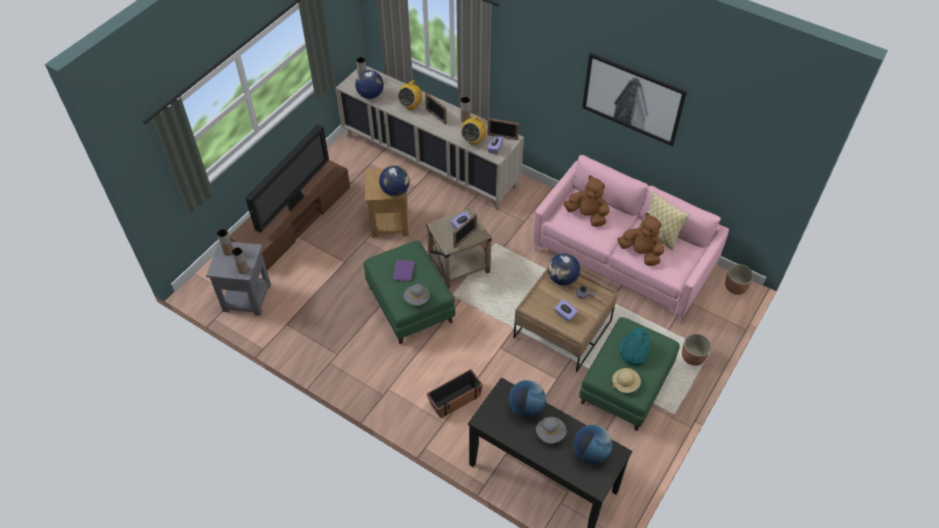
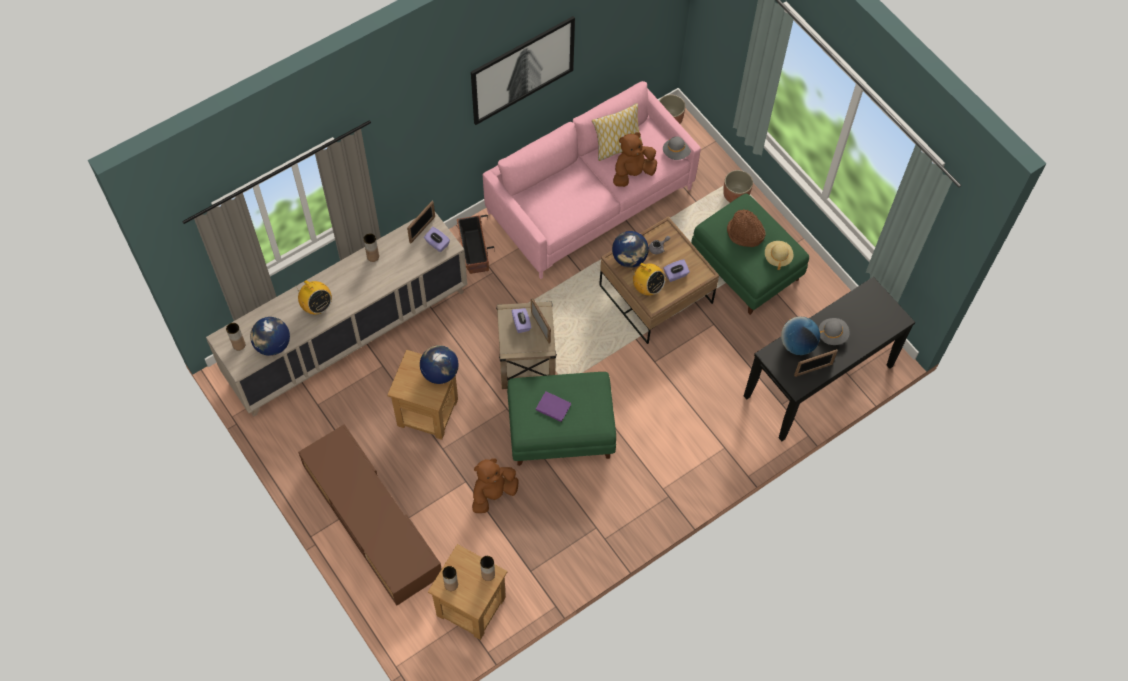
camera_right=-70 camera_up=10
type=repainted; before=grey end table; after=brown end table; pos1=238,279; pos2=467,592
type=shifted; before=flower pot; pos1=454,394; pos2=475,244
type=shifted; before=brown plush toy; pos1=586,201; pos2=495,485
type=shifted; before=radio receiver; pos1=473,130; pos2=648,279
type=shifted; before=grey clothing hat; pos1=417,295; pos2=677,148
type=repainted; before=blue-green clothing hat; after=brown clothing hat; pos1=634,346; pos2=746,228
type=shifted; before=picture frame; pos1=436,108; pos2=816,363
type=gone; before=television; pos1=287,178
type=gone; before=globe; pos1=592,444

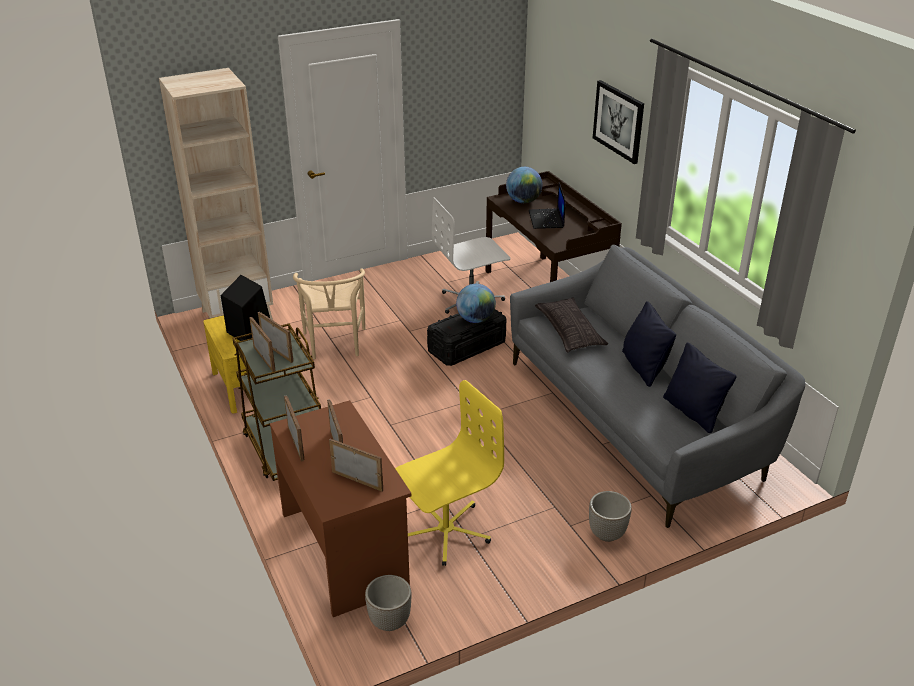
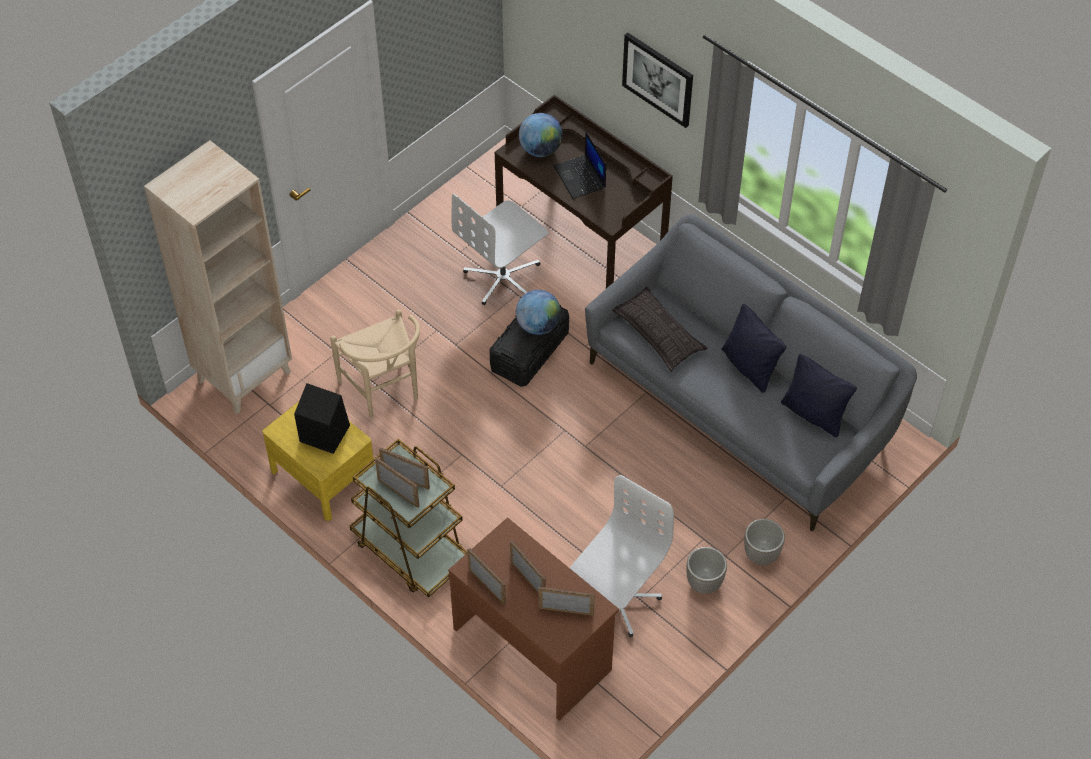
camera_right=-20 camera_up=20
type=repainted; before=yellow desk chair; after=white-coloured desk chair; pos1=449,473; pos2=622,556
type=shifted; before=flower pot; pos1=388,603; pos2=707,570

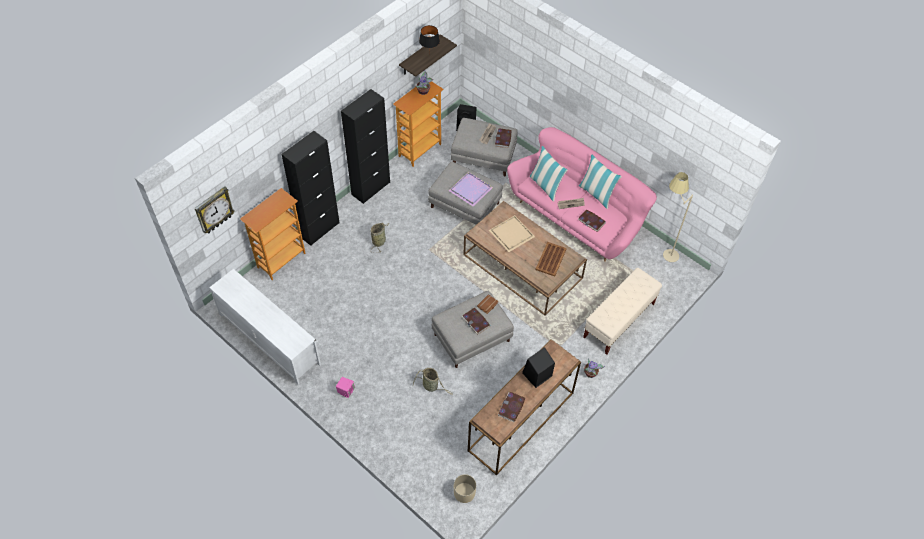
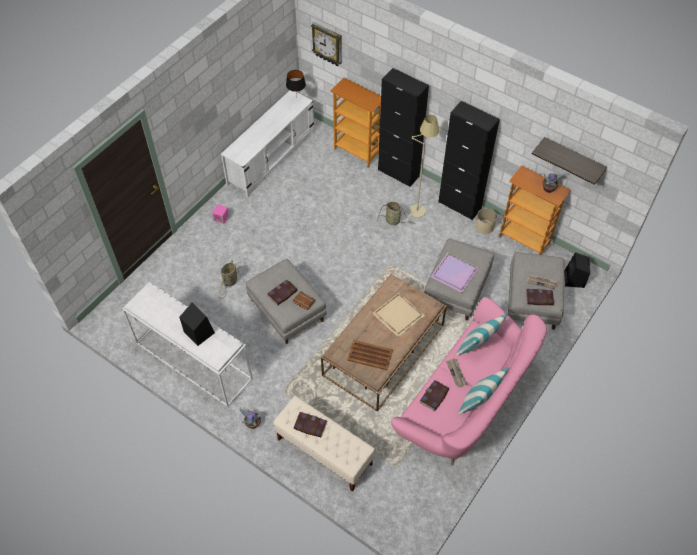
camera_right=85 camera_up=0
type=repainted; before=brown hall table; after=white-coloured hall table; pos1=524,407; pos2=187,344
type=shifted; before=black tabletop lamp; pos1=429,38; pos2=296,83
type=shifted; before=bound book; pos1=511,407; pos2=310,424
type=shifted; before=beige standard lamp; pos1=678,217; pos2=424,166
type=shifted; before=beige flower pot; pos1=465,488; pos2=486,221

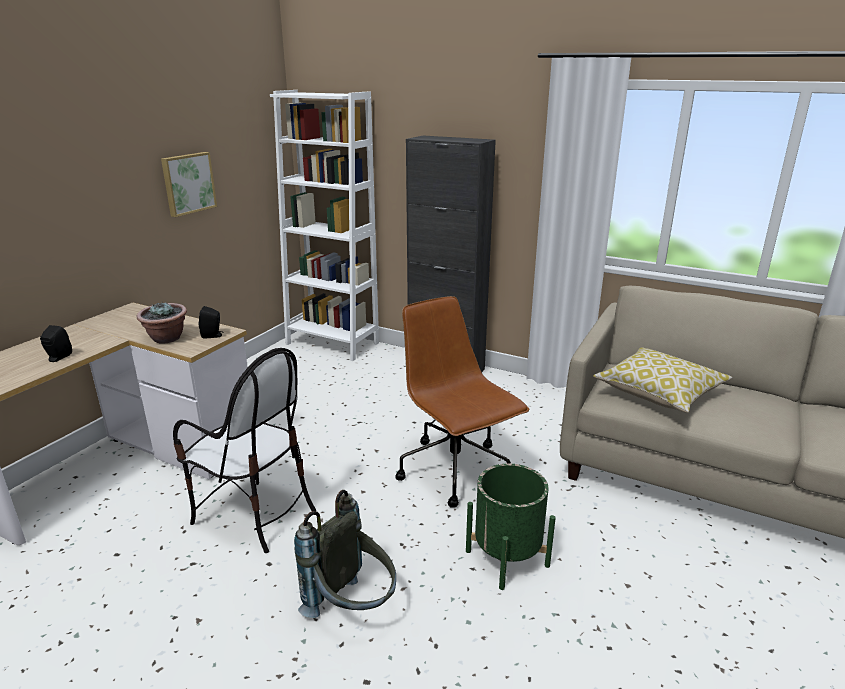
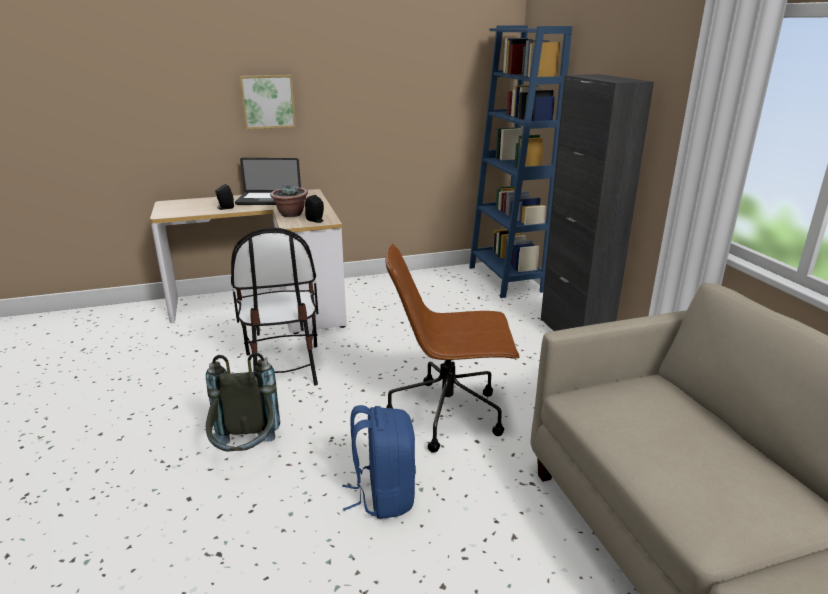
camera_right=45 camera_up=0
type=new; after=portable computer; pos2=268,181
type=shifted; before=wall picture; pos1=189,184; pos2=268,102
type=swapped; before=greenish flower pot; after=blue knapsack; pos1=511,527; pos2=379,462
type=rotated; before=brown desk chair; pos1=462,402; pos2=452,348; turn=-105
type=repainted; before=white-coloured shelving unit; after=blue shelving unit; pos1=324,225; pos2=520,162
type=gone; before=pillow; pos1=662,380

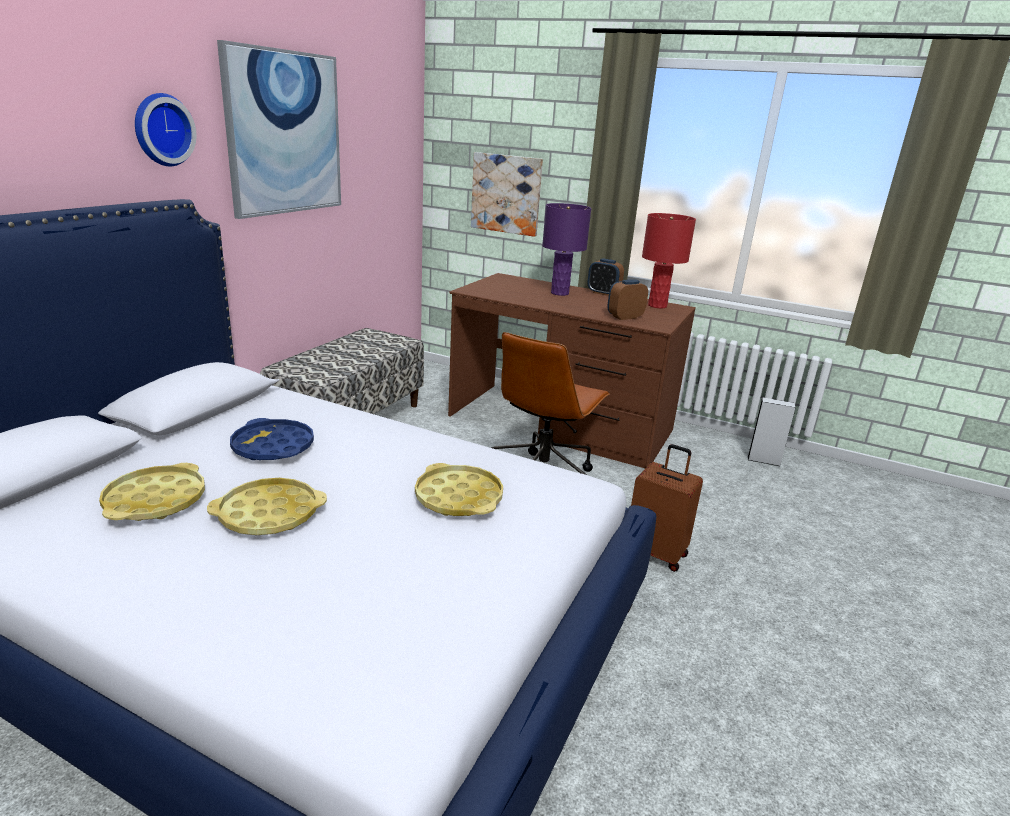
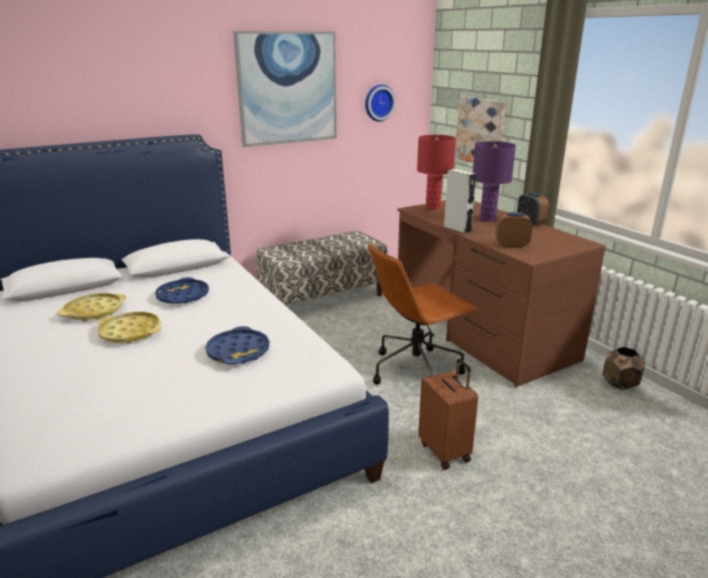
camera_right=35 camera_up=0
type=repainted; before=yellow tray; after=blue tray; pos1=459,489; pos2=237,345
type=shifted; before=clock on the wall; pos1=166,129; pos2=380,103
type=shifted; before=reddish tabletop lamp; pos1=669,260; pos2=436,172
type=shifted; before=grey loudspeaker; pos1=771,432; pos2=460,201
type=new; after=brown flower pot; pos2=623,368

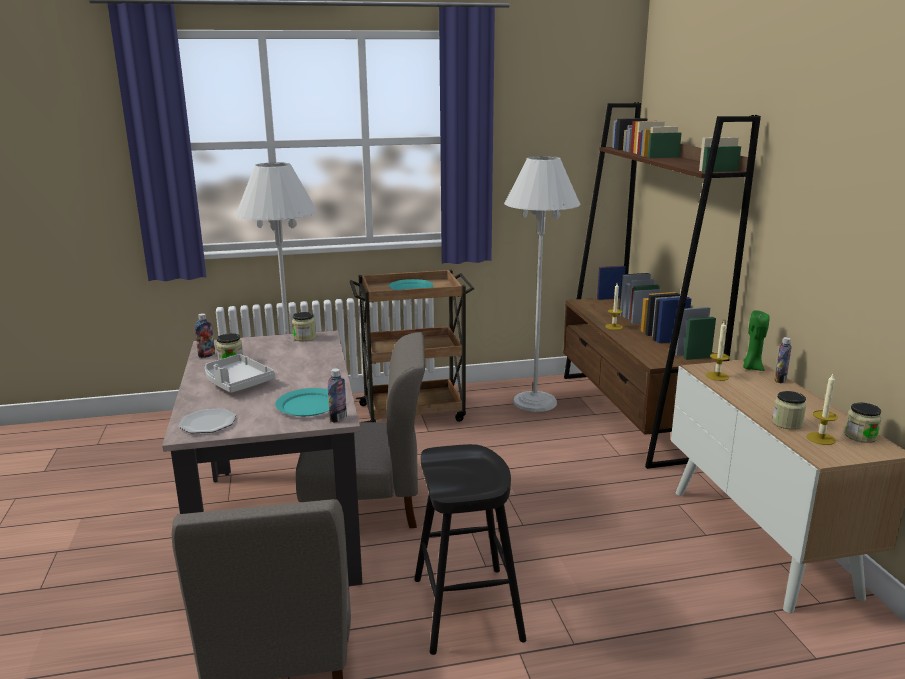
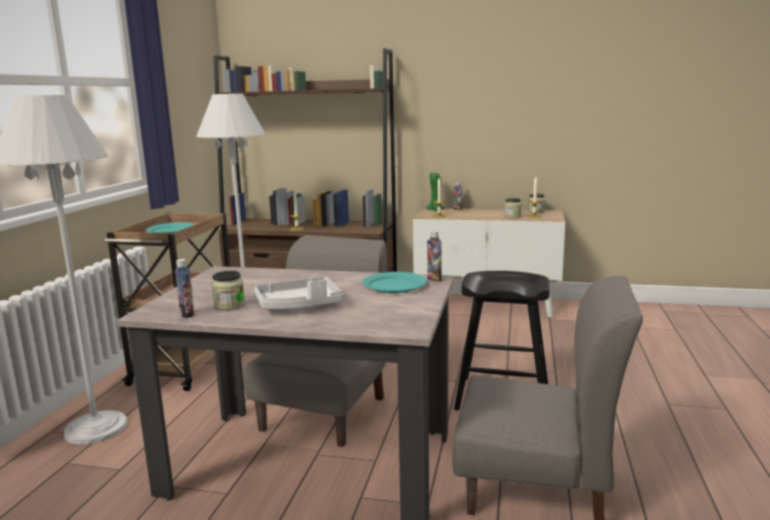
camera_right=-65 camera_up=-5
type=gone; before=dinner plate; pos1=207,420
type=gone; before=preserve jar; pos1=304,326

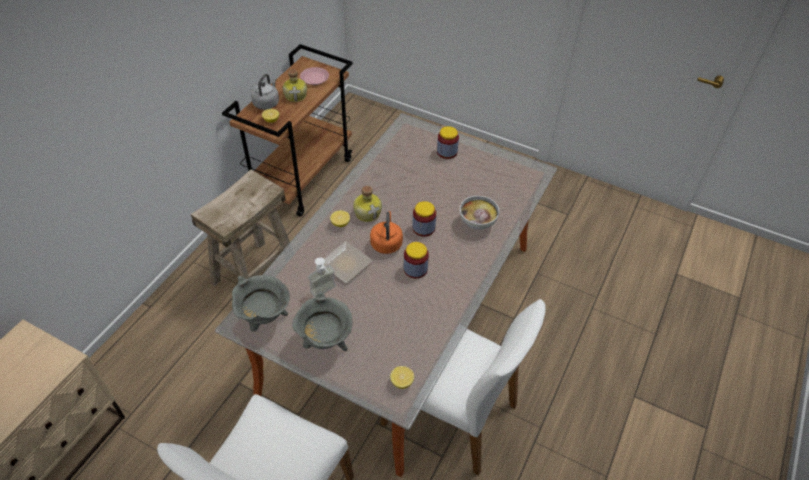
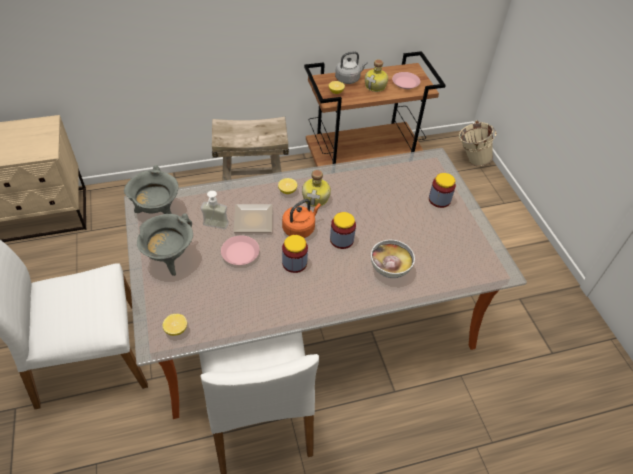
camera_right=45 camera_up=0
type=new; after=pink dinner plate; pos2=240,250
type=new; after=beige pail; pos2=477,143

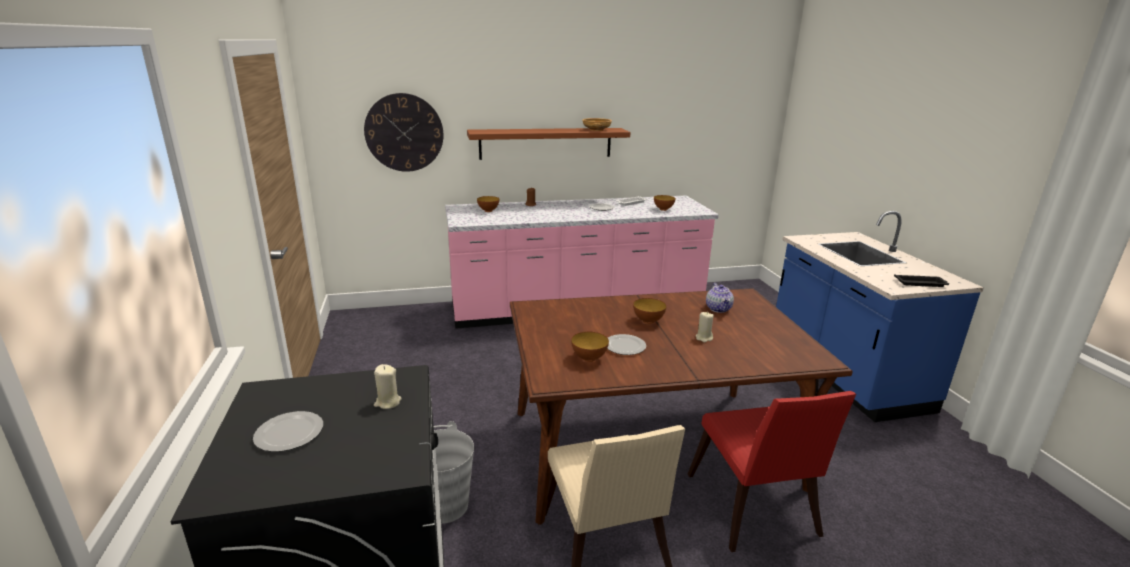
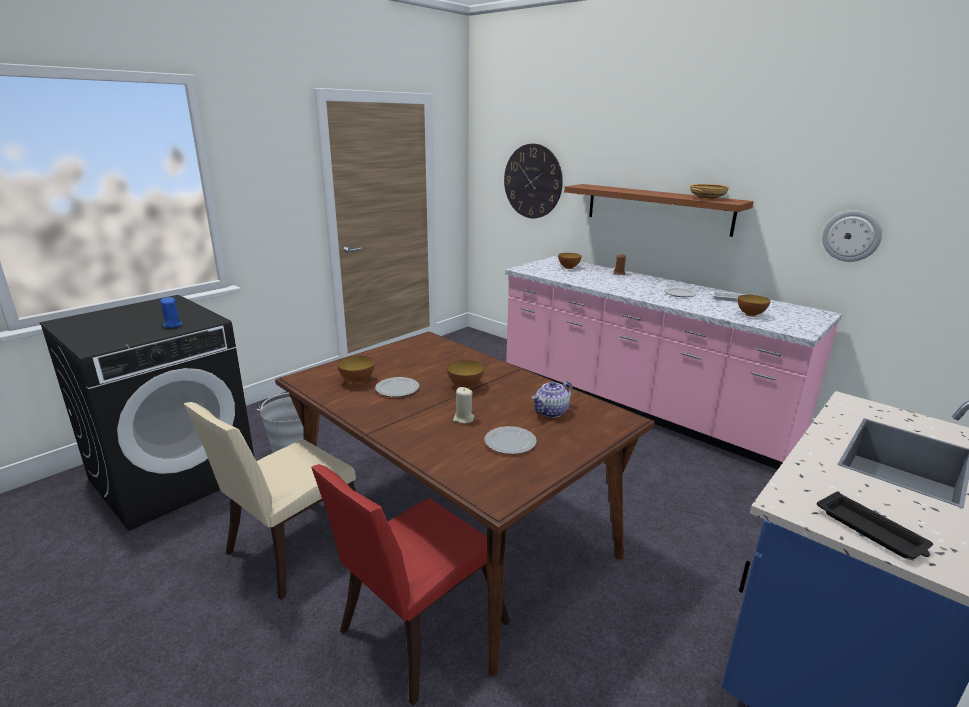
camera_right=55 camera_up=0
type=repainted; before=beige candle; after=blue candle; pos1=387,386; pos2=171,312
type=shifted; before=dinner plate; pos1=288,431; pos2=510,440
type=new; after=clock on the wall; pos2=852,236

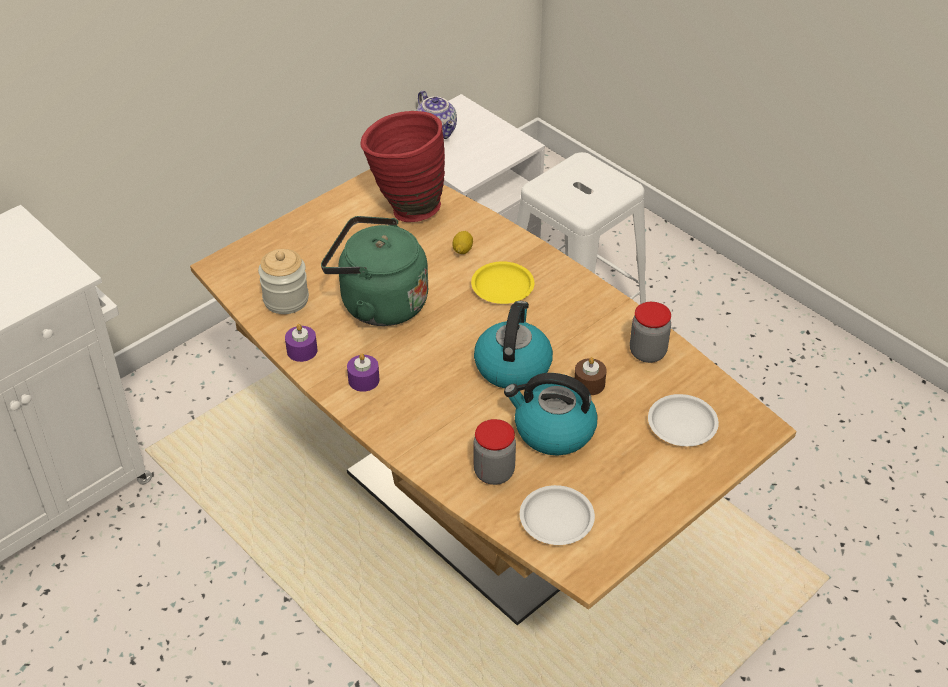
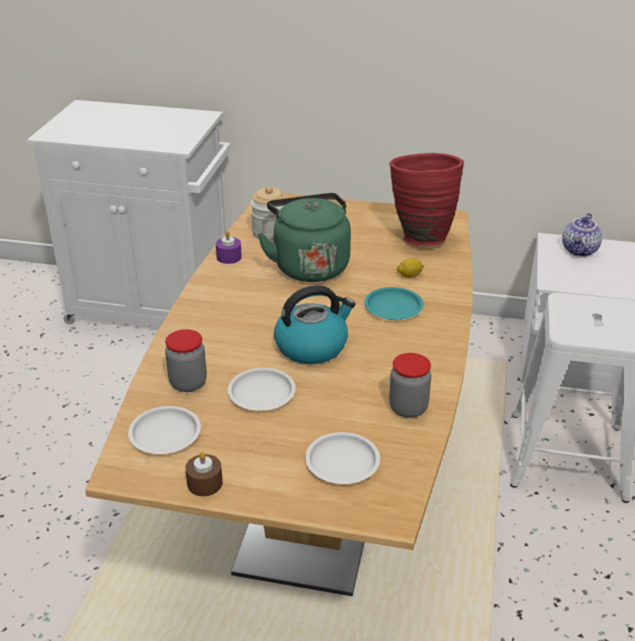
camera_right=55 camera_up=-10
type=shifted; before=brown candle; pos1=590,376; pos2=204,474
type=swapped; before=kettle; after=white-coloured dinner plate; pos1=551,414; pos2=262,389
type=repainted; before=yellow dinner plate; after=blue-green dinner plate; pos1=502,282; pos2=394,303
type=gone; before=purple candle; pos1=363,372

